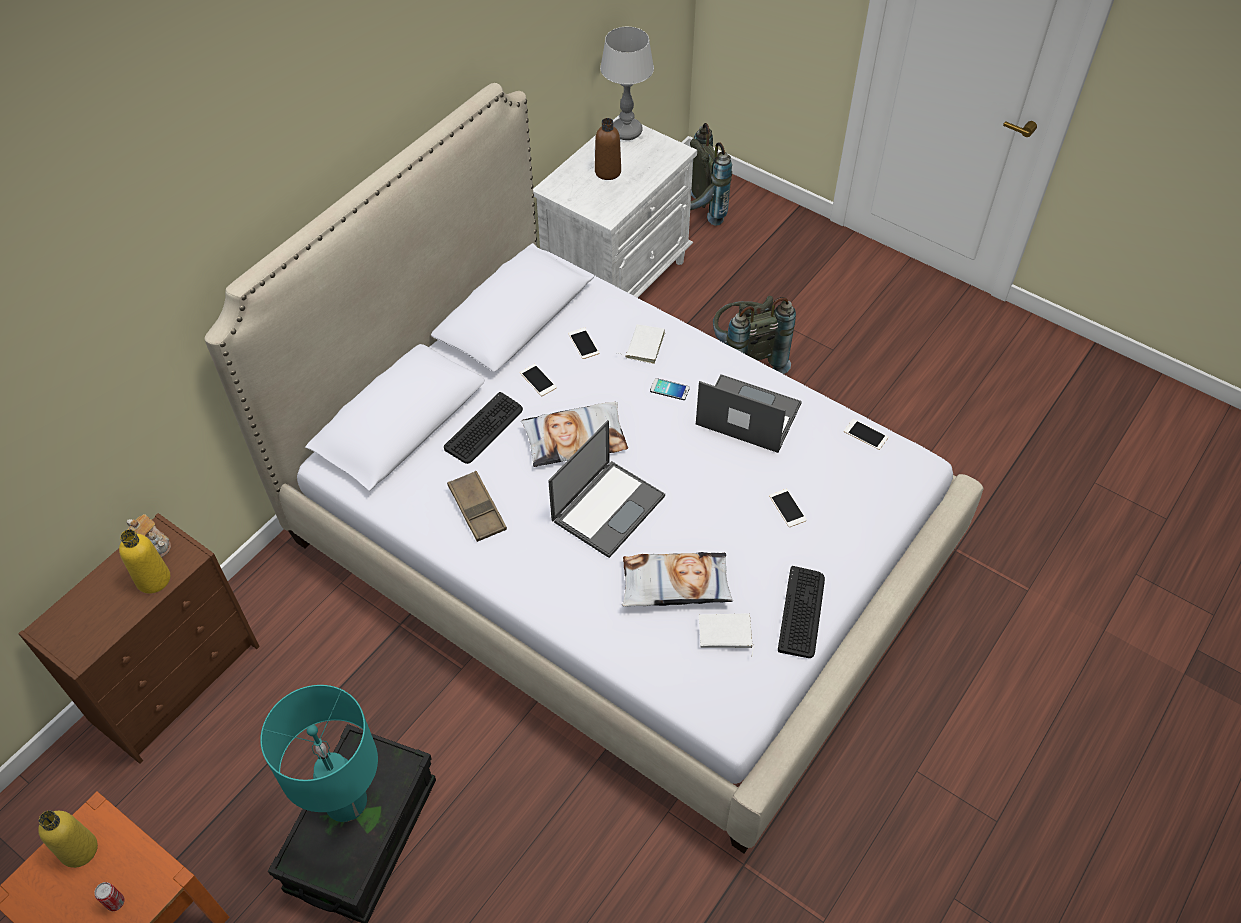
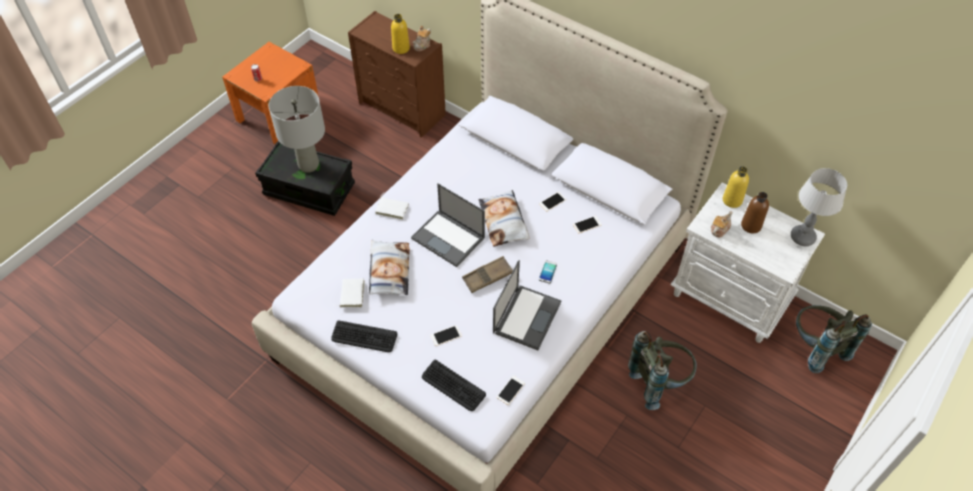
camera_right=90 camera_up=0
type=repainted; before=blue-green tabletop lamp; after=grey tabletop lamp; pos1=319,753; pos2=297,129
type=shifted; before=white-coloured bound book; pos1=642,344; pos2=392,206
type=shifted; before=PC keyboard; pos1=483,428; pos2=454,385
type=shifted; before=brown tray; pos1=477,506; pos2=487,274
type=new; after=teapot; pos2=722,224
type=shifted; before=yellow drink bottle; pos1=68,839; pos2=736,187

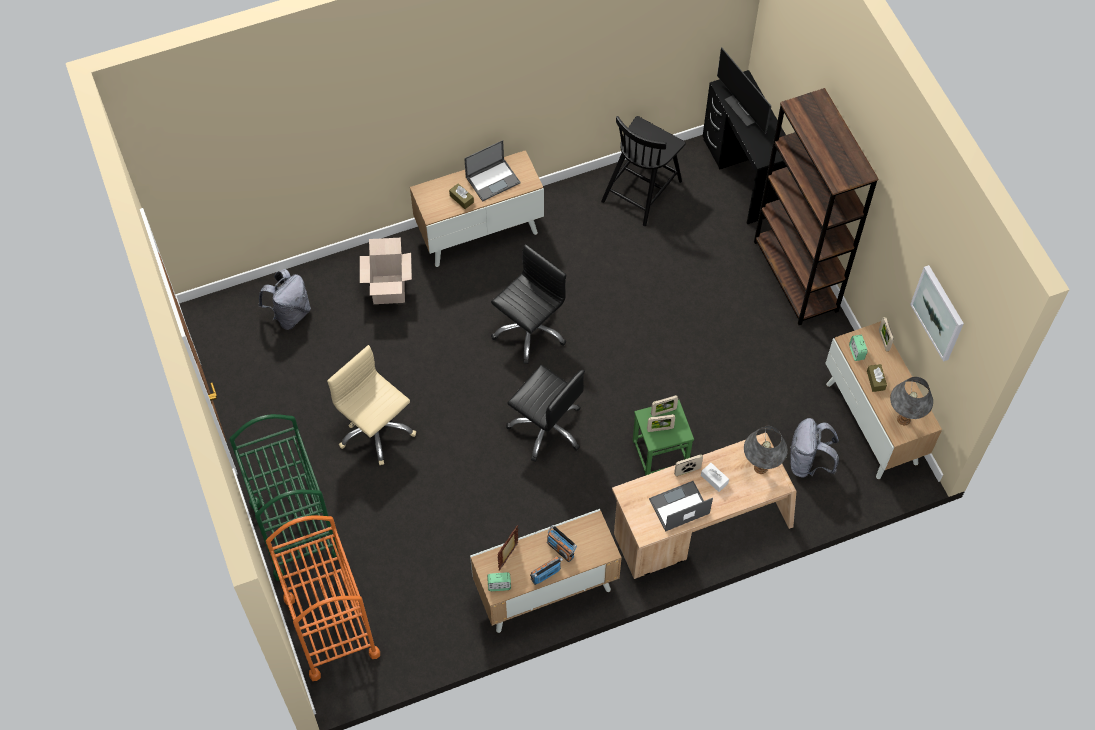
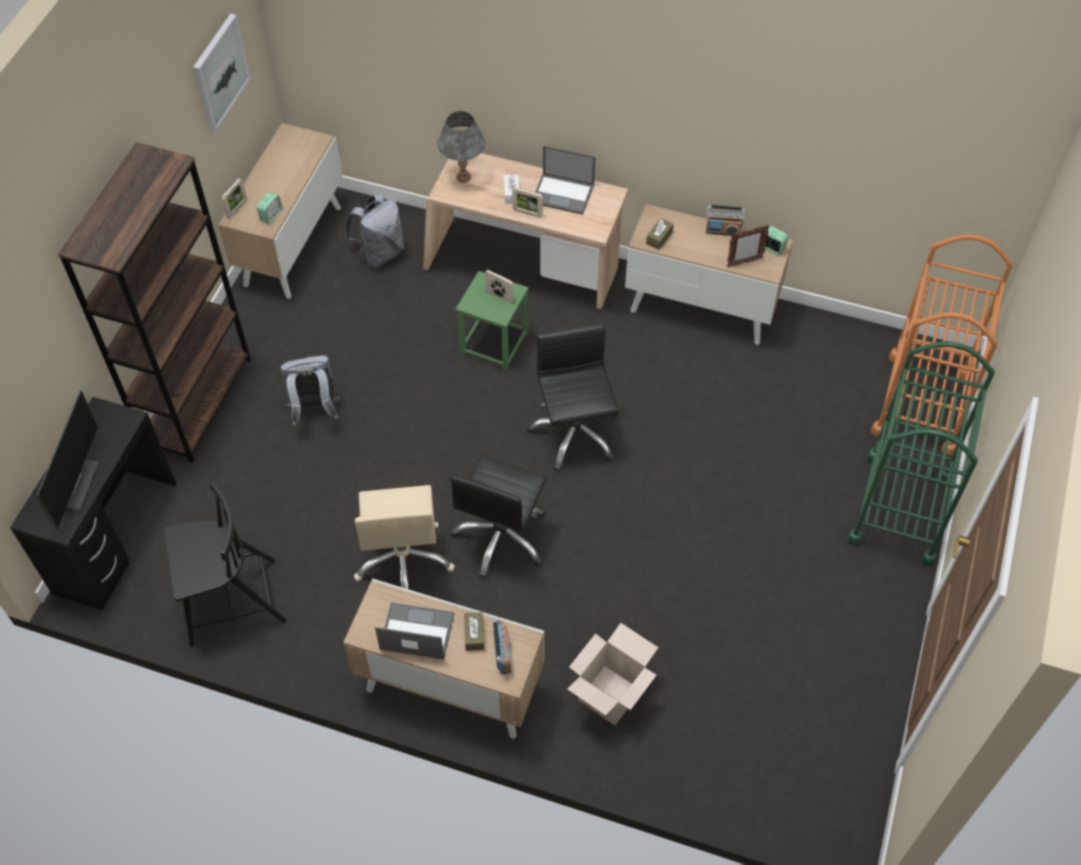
camera_right=-140 camera_up=-5
type=shifted; before=grey knapsack; pos1=284,299; pos2=310,391
type=shifted; before=beige desk chair; pos1=371,405; pos2=404,537
type=rotated; before=black desk chair; pos1=528,304; pos2=498,517; turn=-60
type=shifted; before=radio receiver; pos1=562,543; pos2=502,646
type=shifted; before=brown tissue box; pos1=877,378; pos2=660,234
type=gone; before=picture frame; pos1=664,405
type=gone; before=grey tabletop lamp; pos1=911,401

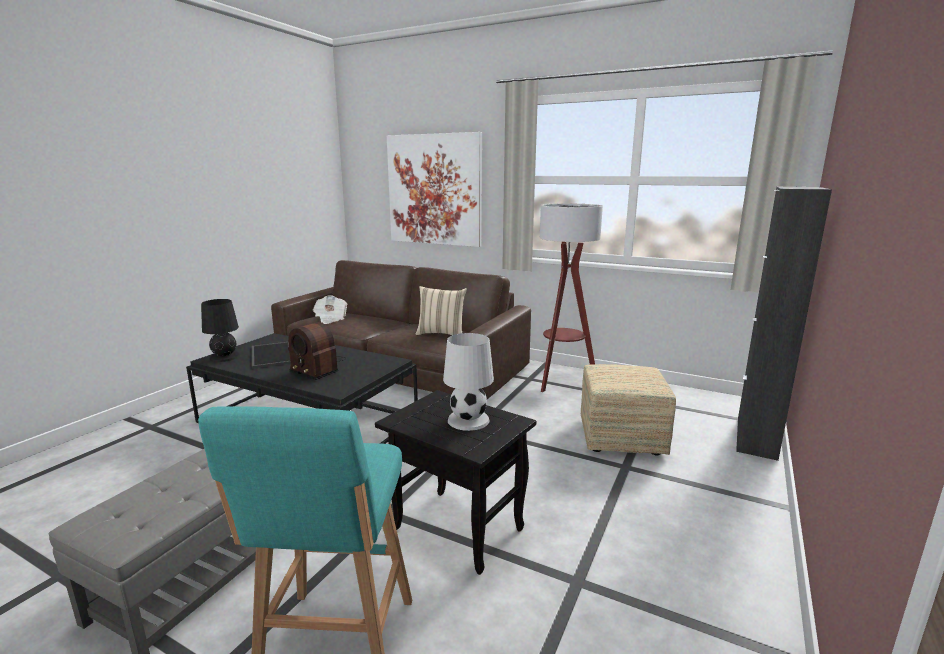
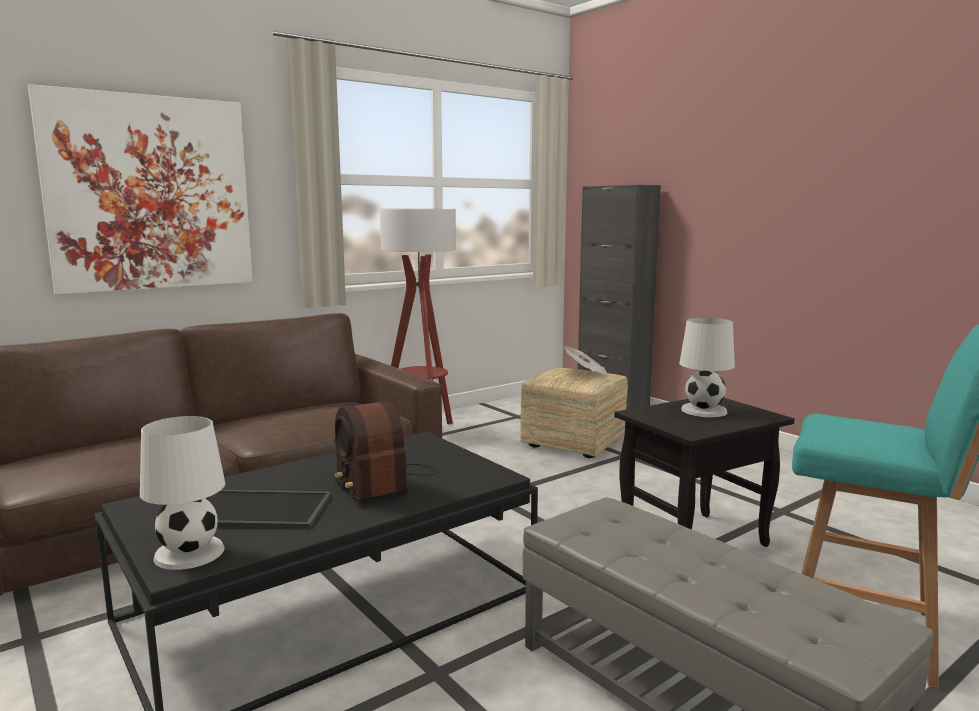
camera_right=-65 camera_up=-5
type=repainted; before=black tabletop lamp; after=white-coloured tabletop lamp; pos1=220,330; pos2=182,493
type=rotated; before=radio receiver; pos1=316,351; pos2=387,453; turn=90
type=shifted; before=newspaper; pos1=330,309; pos2=586,361
type=gone; before=beige pillow; pos1=441,310

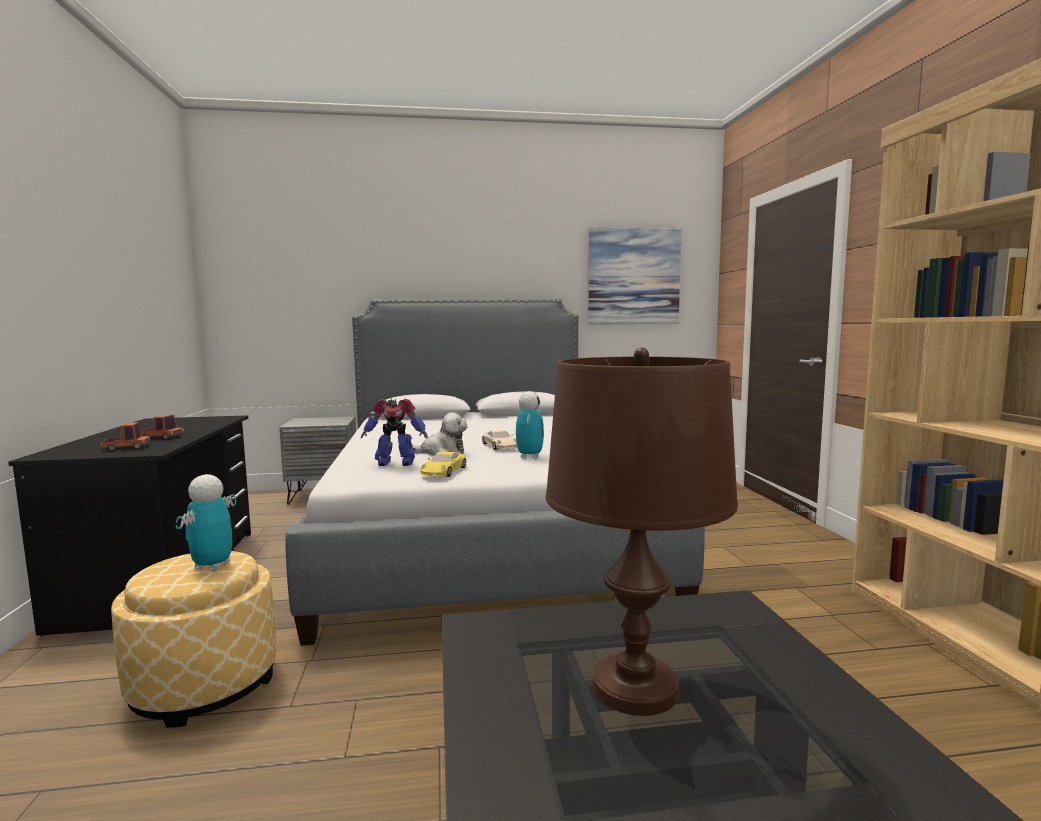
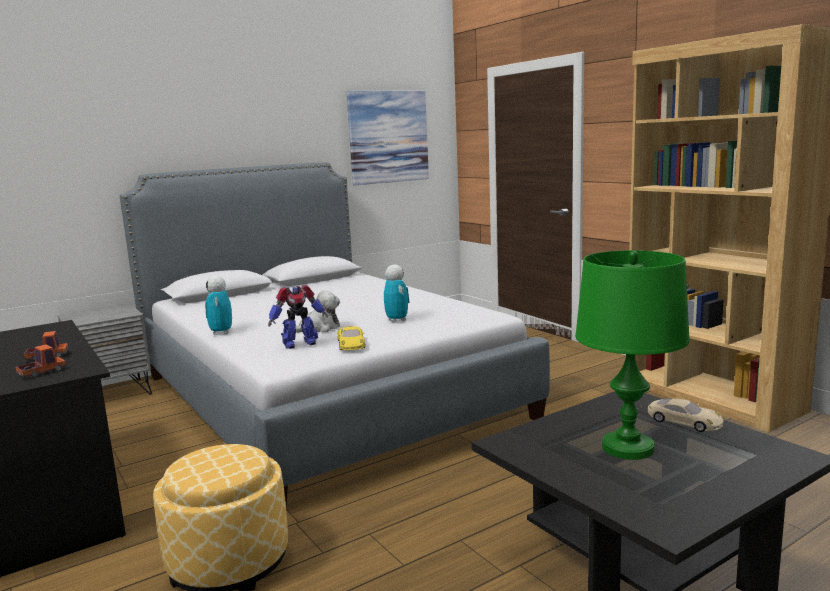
camera_right=-25 camera_up=5
type=shifted; before=model robot; pos1=206,522; pos2=218,305
type=repainted; before=brown tabletop lamp; after=greenish tabletop lamp; pos1=642,531; pos2=632,355
type=shifted; before=beige miniature car; pos1=499,440; pos2=686,415

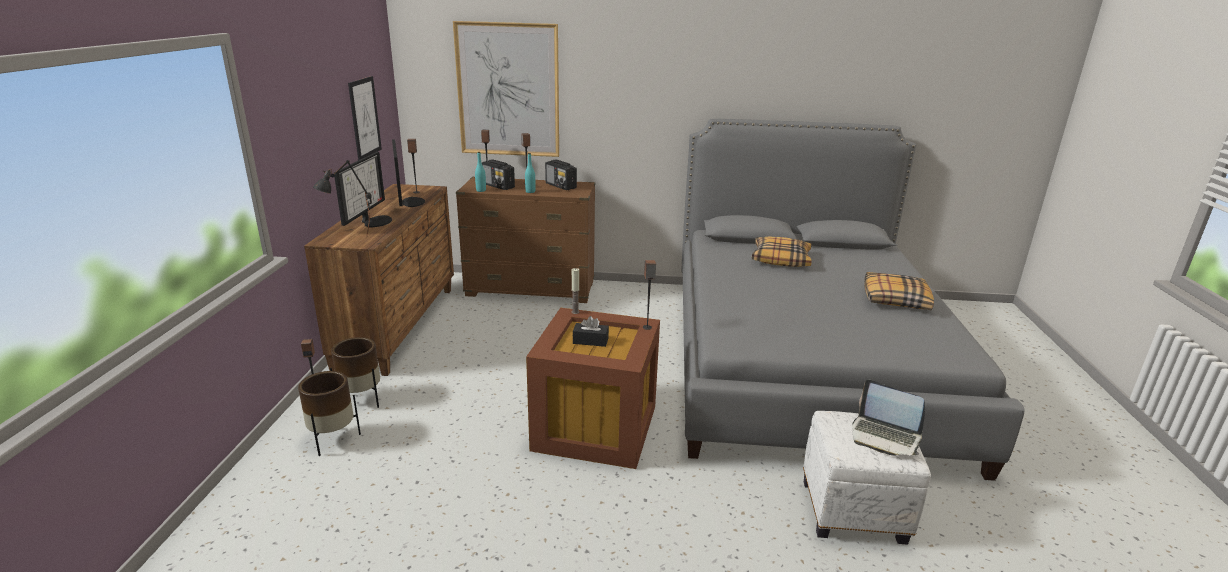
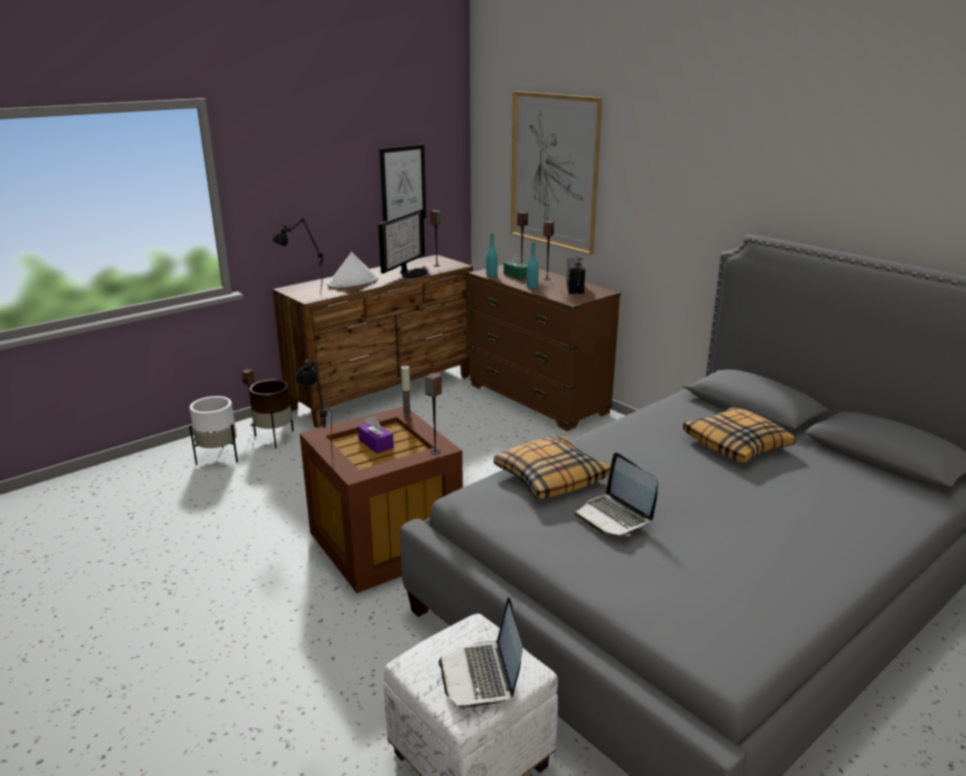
camera_right=45 camera_up=0
type=repainted; before=brown flower pot; after=white-coloured flower pot; pos1=329,413; pos2=213,430
type=new; after=black tabletop lamp; pos2=314,408
type=swapped; before=computer display; after=white-coloured clothing hat; pos1=363,189; pos2=352,270
type=repainted; before=black tissue box; after=purple tissue box; pos1=591,331; pos2=376,435
type=shifted; before=pillow; pos1=899,291; pos2=552,467
type=swapped; before=radio receiver; after=greenish tissue box; pos1=498,175; pos2=515,267
type=new; after=portable computer; pos2=616,494

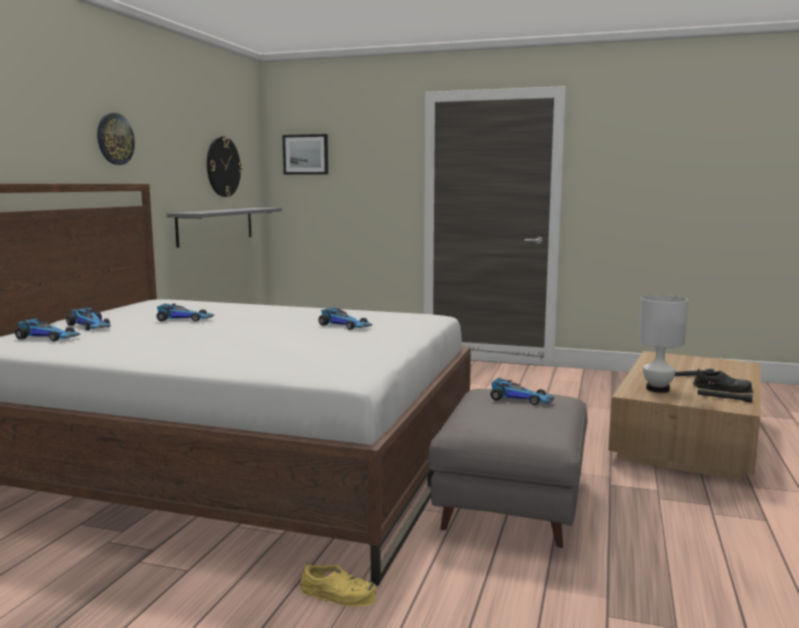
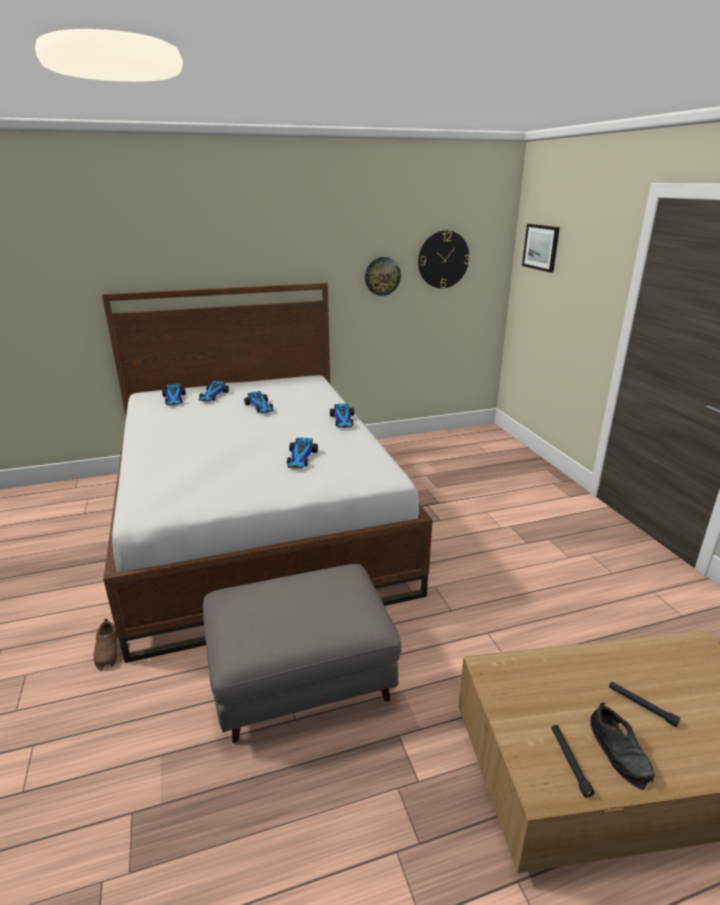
camera_right=55 camera_up=15
type=repainted; before=yellow shoe; after=brown shoe; pos1=338,584; pos2=105,645
type=shifted; before=miniature car; pos1=522,391; pos2=342,415
type=shifted; before=clock on the wall; pos1=116,139; pos2=383,276
type=gone; before=grey wall shelf; pos1=224,228
type=gone; before=white-coloured tabletop lamp; pos1=663,344

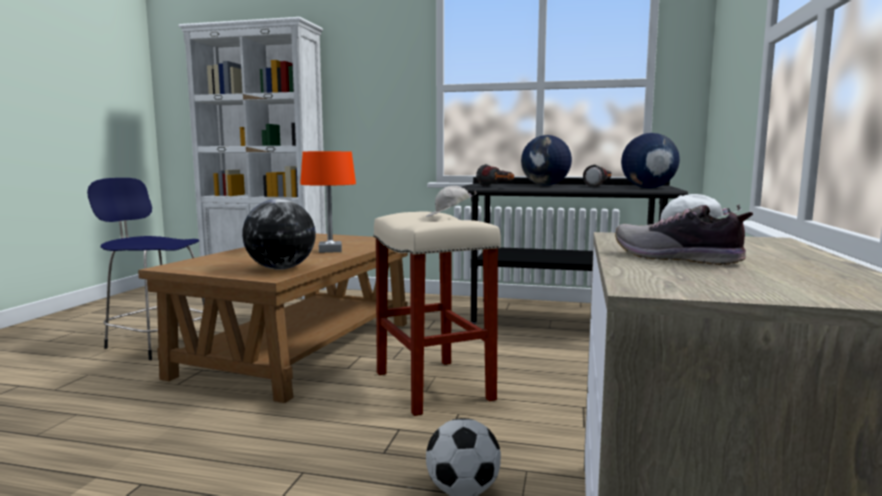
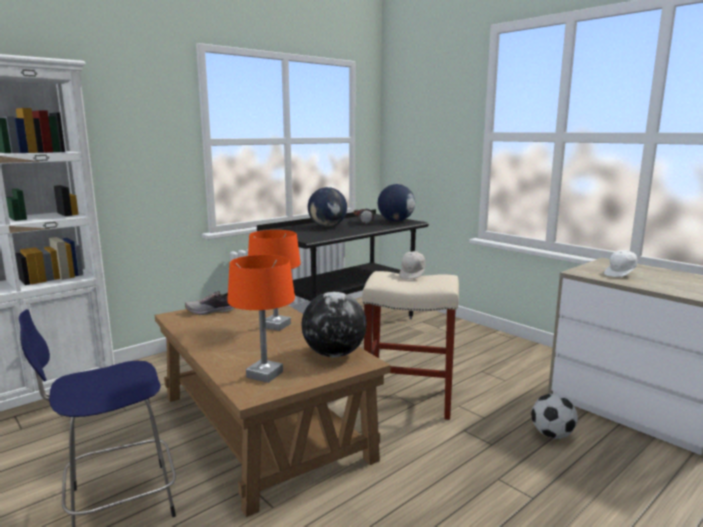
camera_right=-55 camera_up=5
type=shifted; before=shoe; pos1=684,235; pos2=210,303
type=new; after=orange tabletop lamp; pos2=261,319
type=gone; before=hand torch; pos1=495,175

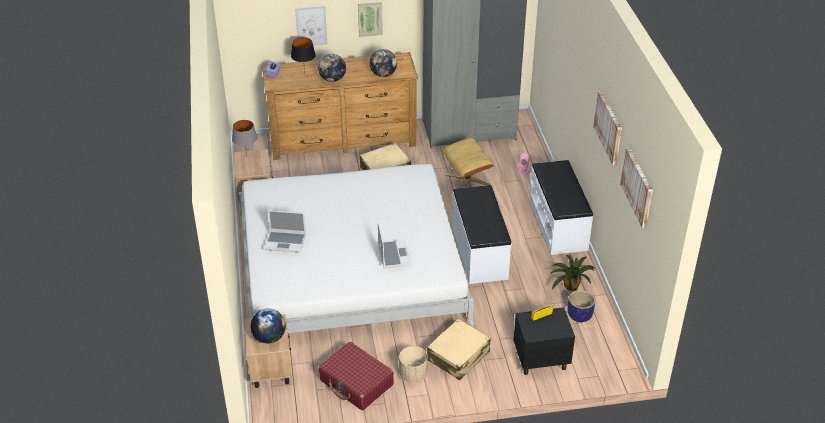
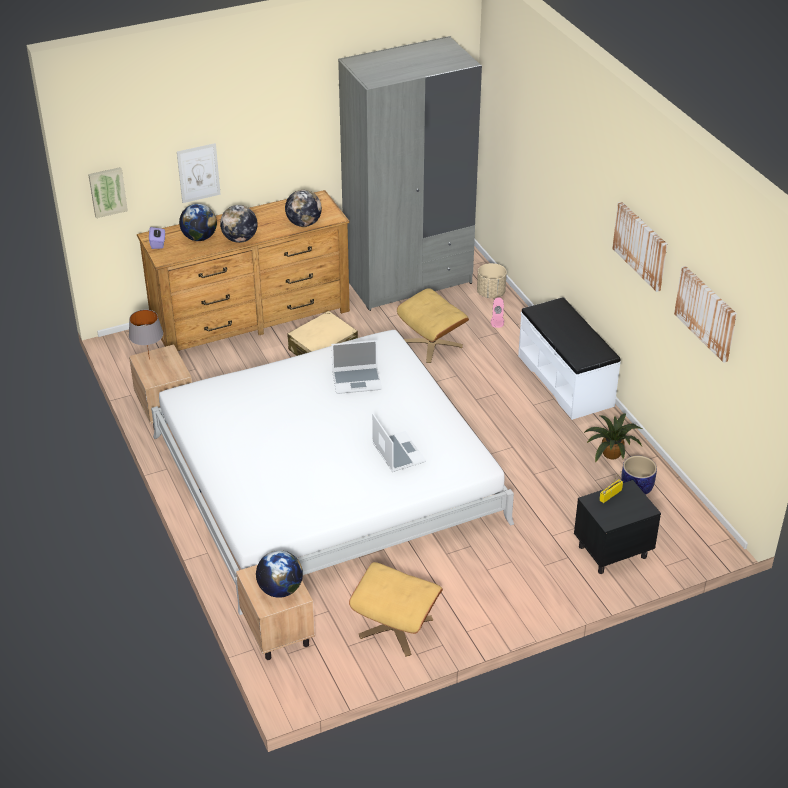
camera_right=-15 camera_up=0
type=shifted; before=wall picture; pos1=370,19; pos2=108,192
type=swapped; before=black tabletop lamp; after=globe; pos1=303,55; pos2=198,222
type=shifted; before=portable computer; pos1=285,231; pos2=356,367
type=swapped; before=reddish travel case; after=beige footrest; pos1=356,376; pos2=396,609
type=shifted; before=beige flower pot; pos1=413,364; pos2=492,280
type=gone; before=beige travel case; pos1=459,349
type=gone; before=white-coloured indoor bench; pos1=482,234

